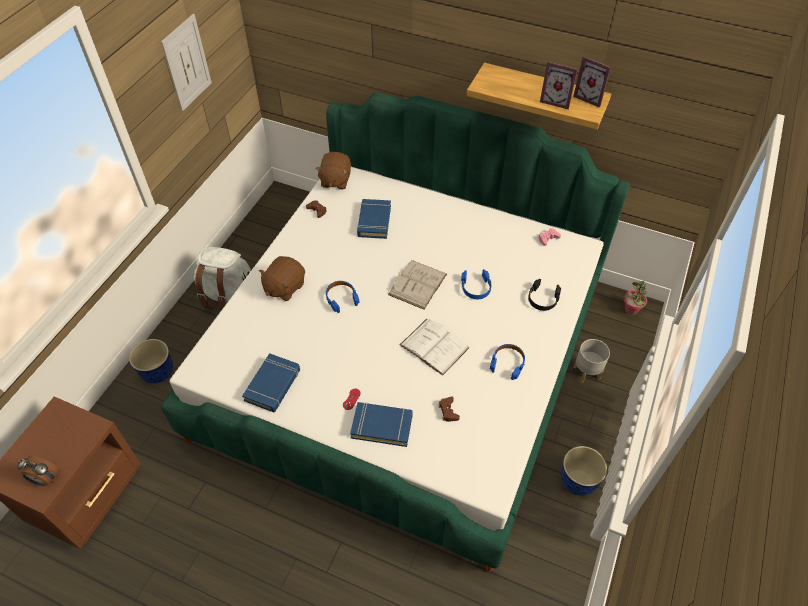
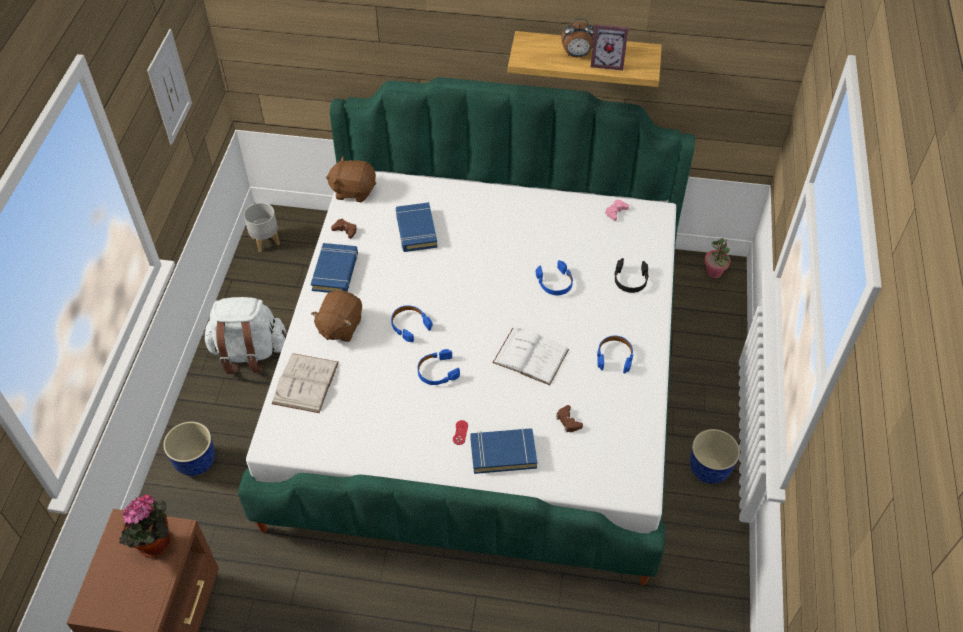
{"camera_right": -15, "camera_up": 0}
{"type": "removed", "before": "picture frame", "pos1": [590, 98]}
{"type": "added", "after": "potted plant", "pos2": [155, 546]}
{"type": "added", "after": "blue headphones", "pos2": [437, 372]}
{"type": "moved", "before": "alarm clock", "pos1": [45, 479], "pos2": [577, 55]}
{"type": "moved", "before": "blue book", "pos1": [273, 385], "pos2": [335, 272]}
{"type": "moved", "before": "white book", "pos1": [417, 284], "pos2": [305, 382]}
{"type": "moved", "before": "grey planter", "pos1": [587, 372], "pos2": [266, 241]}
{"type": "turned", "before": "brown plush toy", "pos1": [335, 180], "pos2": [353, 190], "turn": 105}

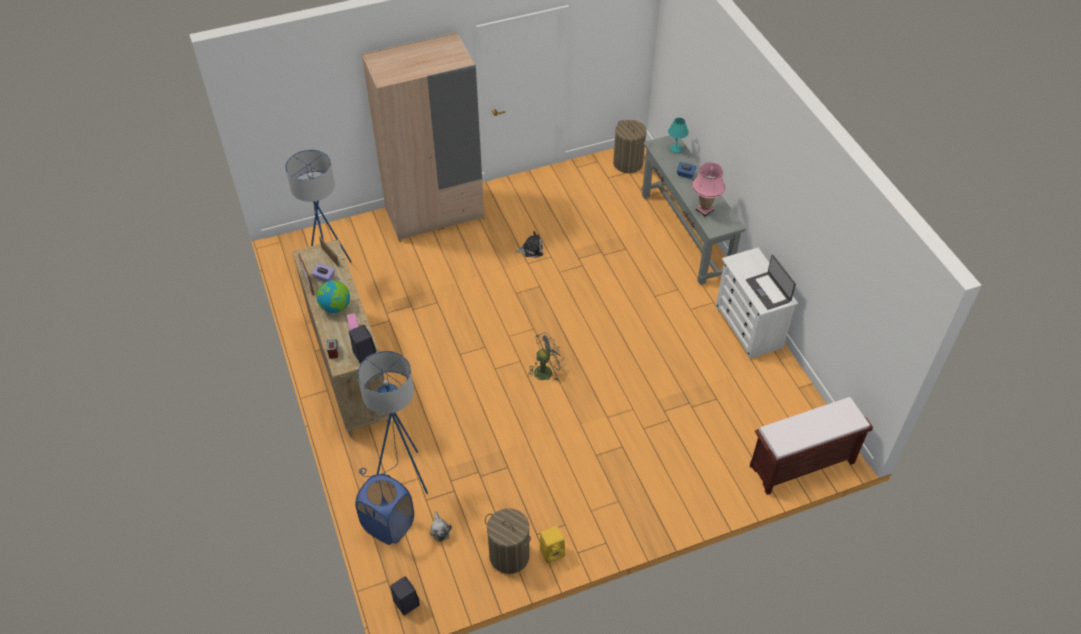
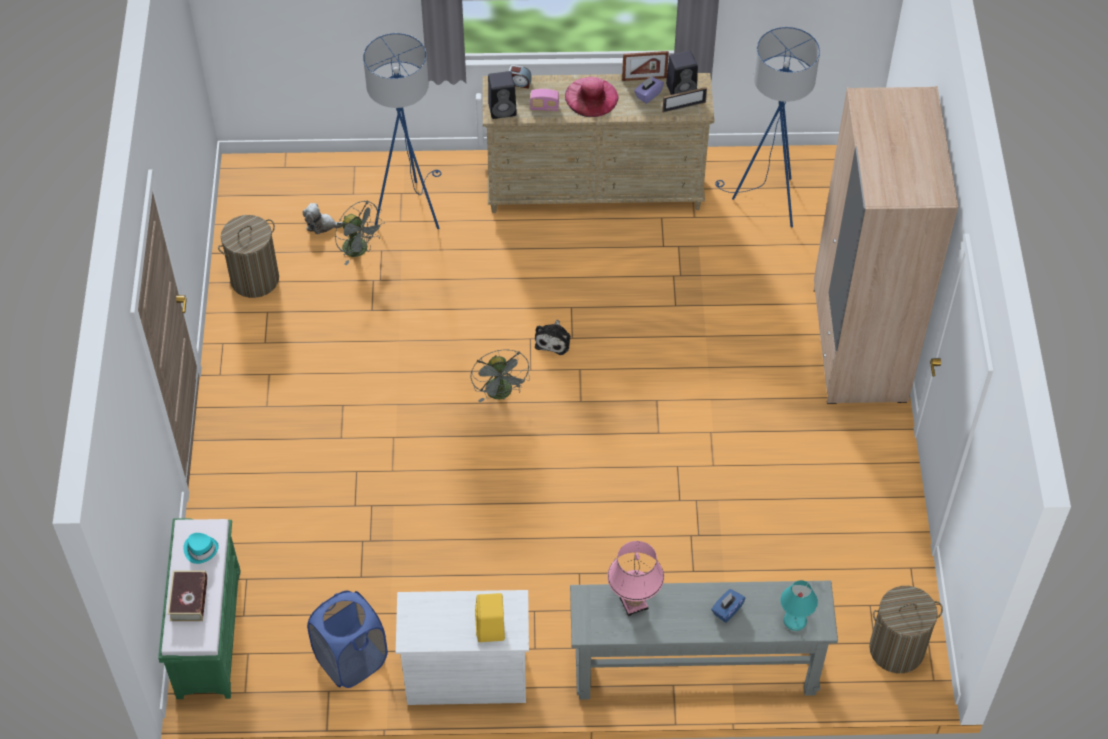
{"camera_right": 110, "camera_up": 5}
{"type": "removed", "before": "laptop", "pos1": [768, 291]}
{"type": "added", "after": "book", "pos2": [189, 599]}
{"type": "added", "after": "turquoise hat", "pos2": [201, 549]}
{"type": "added", "after": "grey fan", "pos2": [360, 250]}
{"type": "moved", "before": "blue laundry basket", "pos1": [389, 525], "pos2": [351, 660]}
{"type": "moved", "before": "black speaker", "pos1": [405, 602], "pos2": [682, 89]}
{"type": "moved", "before": "plush toy", "pos1": [531, 249], "pos2": [554, 340]}
{"type": "moved", "before": "yellow speaker", "pos1": [552, 552], "pos2": [491, 630]}
{"type": "replaced", "before": "globe", "after": "pink hat", "pos1": [335, 307], "pos2": [591, 97]}
{"type": "recoloured", "before": "brown bench", "after": "green bench", "pos1": [801, 465], "pos2": [208, 631]}

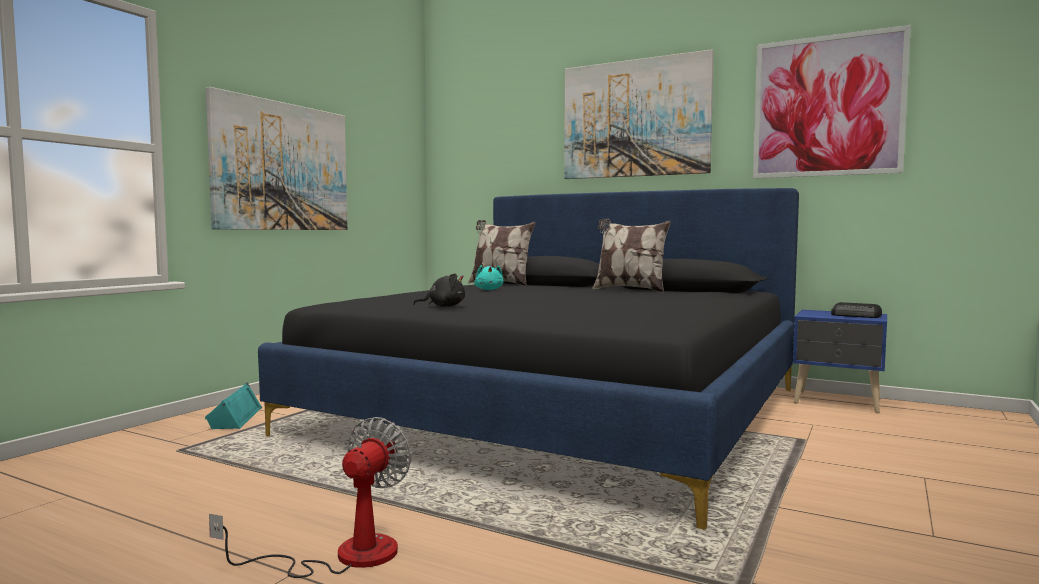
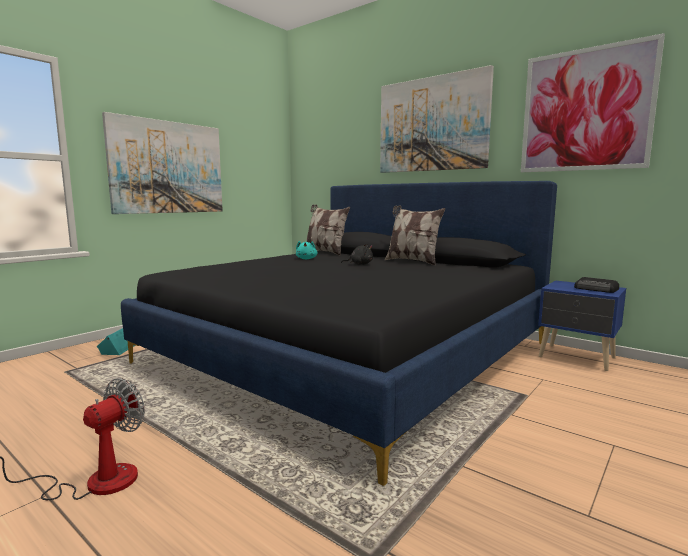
{"camera_right": 10, "camera_up": 5}
{"type": "moved", "before": "black plush toy", "pos1": [443, 306], "pos2": [359, 264]}

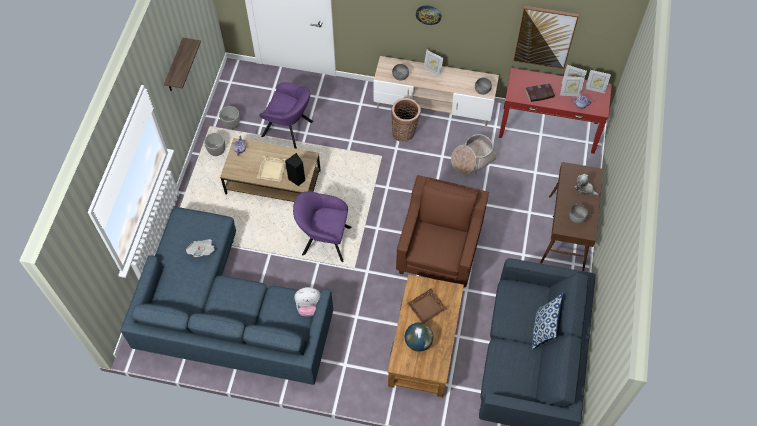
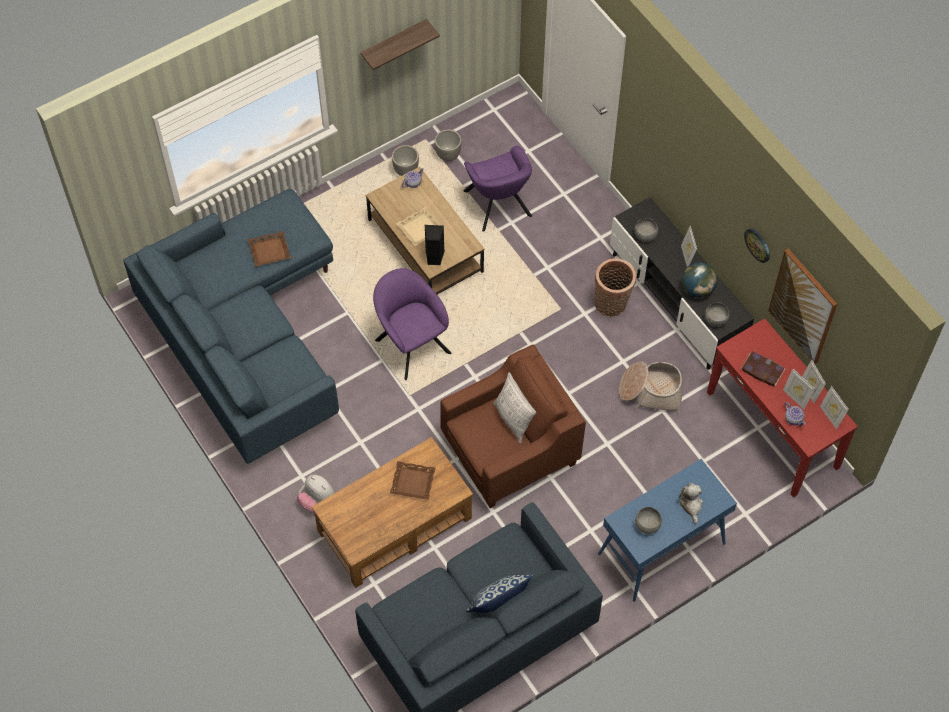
{"camera_right": 45, "camera_up": 0}
{"type": "added", "after": "pillow", "pos2": [513, 420]}
{"type": "moved", "before": "plush toy", "pos1": [308, 306], "pos2": [317, 501]}
{"type": "moved", "before": "globe", "pos1": [418, 342], "pos2": [697, 289]}
{"type": "moved", "before": "wall clock", "pos1": [428, 14], "pos2": [758, 244]}
{"type": "replaced", "before": "newspaper", "after": "brown tray", "pos1": [202, 251], "pos2": [269, 251]}
{"type": "recoloured", "before": "beige tv stand", "after": "black tv stand", "pos1": [433, 106], "pos2": [675, 302]}
{"type": "recoloured", "before": "brown console table", "after": "blue console table", "pos1": [566, 233], "pos2": [661, 549]}

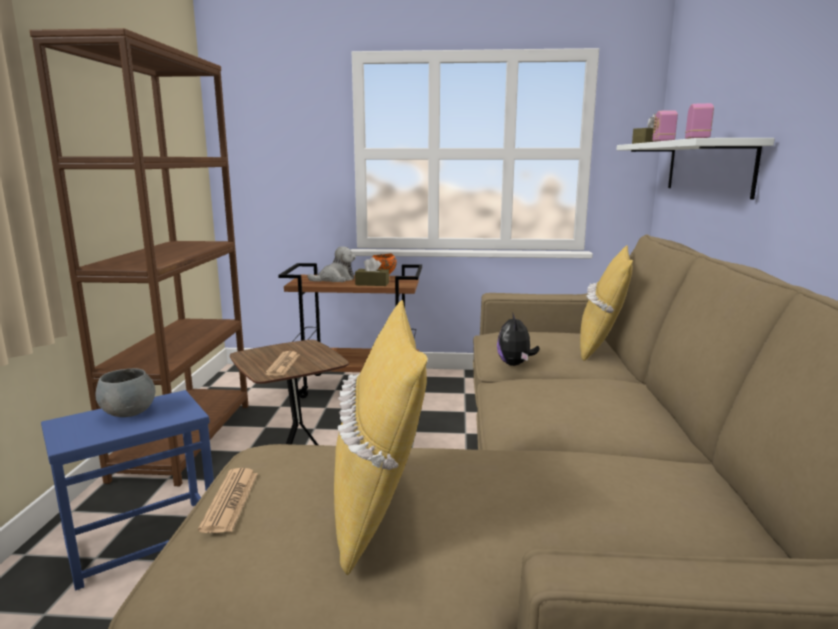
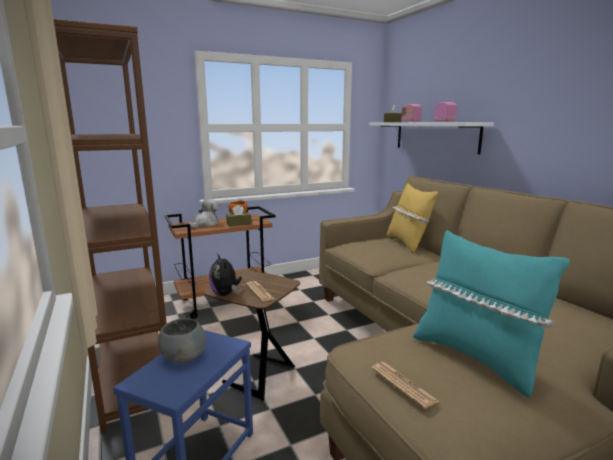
{"camera_right": -30, "camera_up": 0}
{"type": "moved", "before": "plush toy", "pos1": [515, 364], "pos2": [225, 294]}
{"type": "recoloured", "before": "yellow pillow", "after": "turquoise pillow", "pos1": [378, 504], "pos2": [475, 357]}

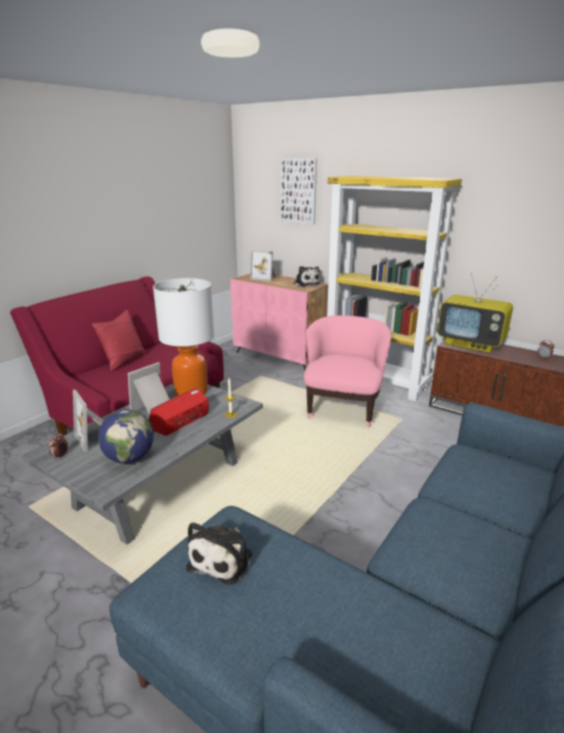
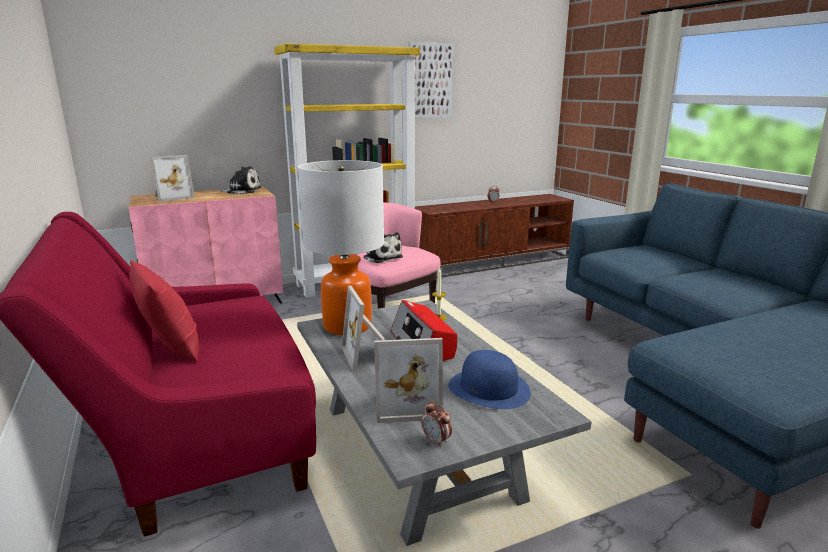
{"camera_right": -60, "camera_up": -5}
{"type": "removed", "before": "television", "pos1": [471, 344]}
{"type": "moved", "before": "plush toy", "pos1": [223, 559], "pos2": [381, 257]}
{"type": "moved", "before": "picture", "pos1": [298, 191], "pos2": [430, 81]}
{"type": "replaced", "before": "globe", "after": "blue hat", "pos1": [129, 458], "pos2": [489, 388]}

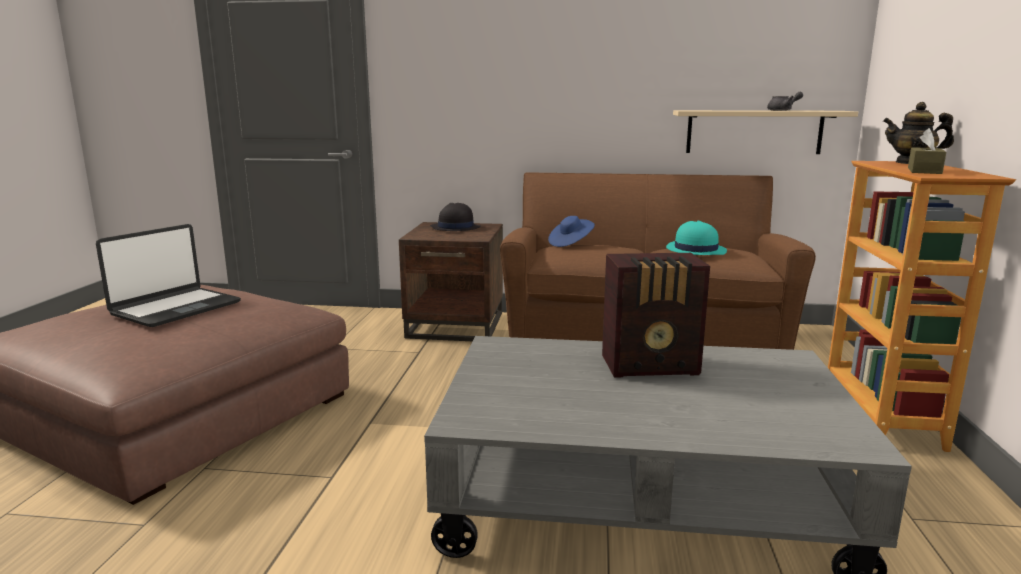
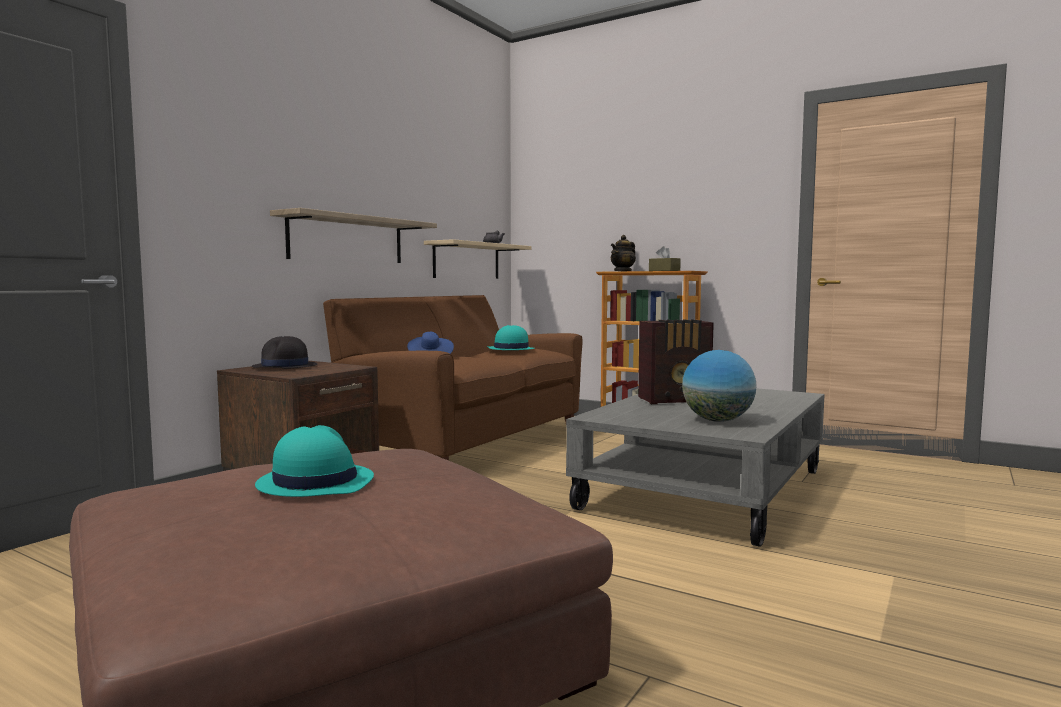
{"camera_right": -65, "camera_up": -10}
{"type": "added", "after": "shelf", "pos2": [347, 239]}
{"type": "added", "after": "globe", "pos2": [717, 420]}
{"type": "replaced", "before": "laptop", "after": "turquoise hat", "pos1": [175, 308], "pos2": [315, 482]}
{"type": "turned", "before": "radio", "pos1": [652, 366], "pos2": [675, 400], "turn": 60}

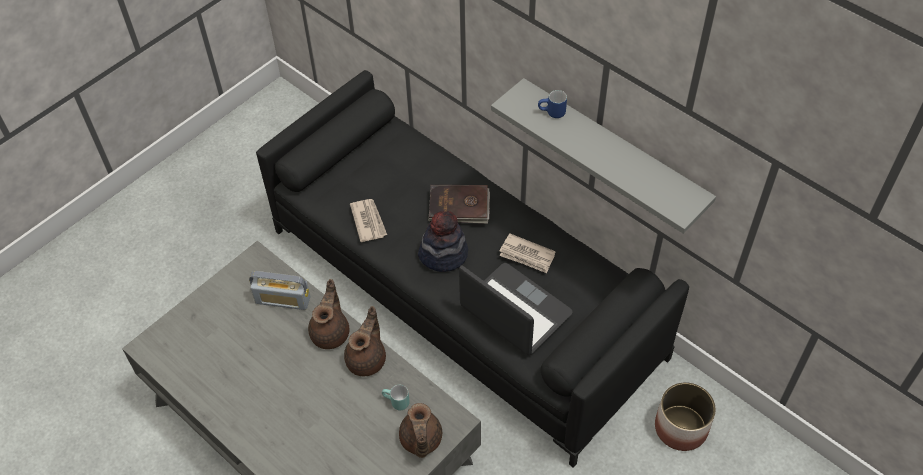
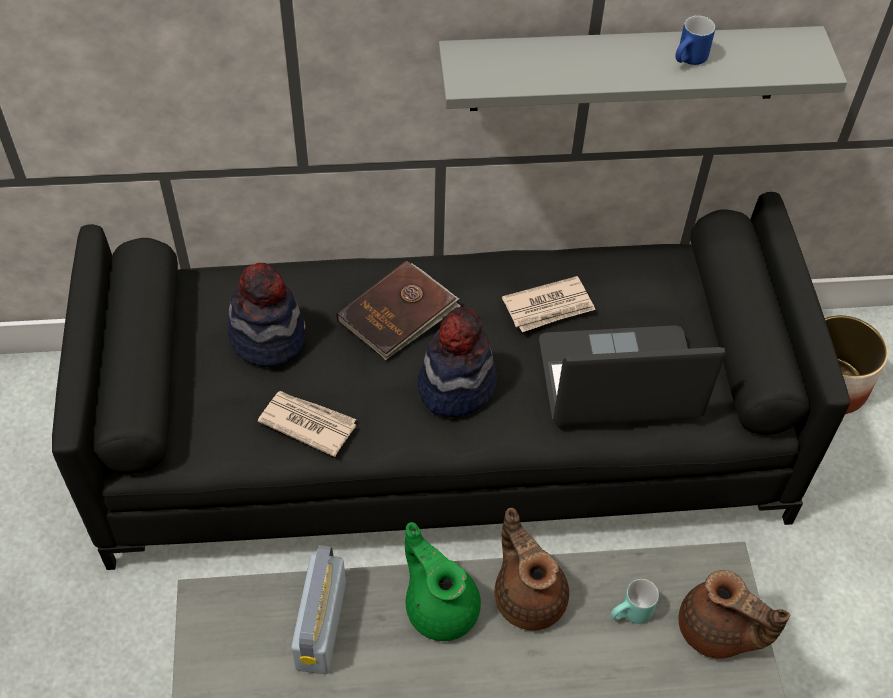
{"camera_right": -50, "camera_up": 0}
{"type": "added", "after": "hat", "pos2": [268, 337]}
{"type": "moved", "before": "blue mug", "pos1": [552, 113], "pos2": [690, 61]}
{"type": "recoloured", "before": "brown teapot", "after": "green teapot", "pos1": [331, 332], "pos2": [440, 606]}
{"type": "turned", "before": "radio", "pos1": [283, 300], "pos2": [321, 625], "turn": 135}

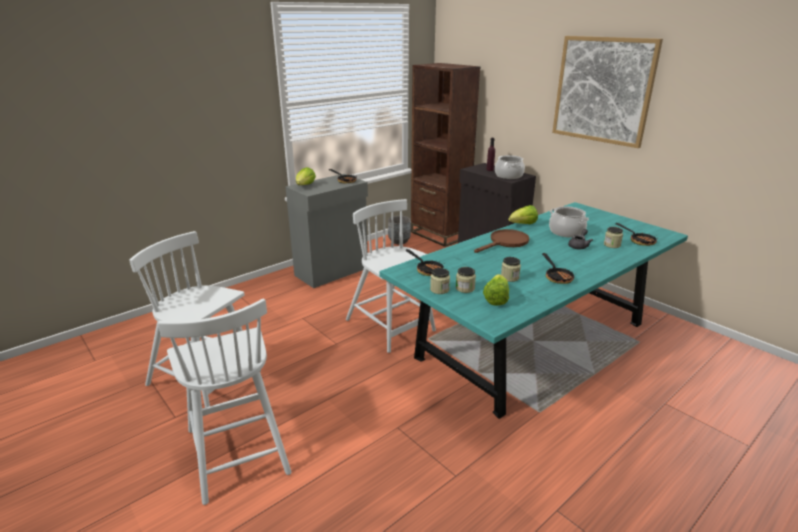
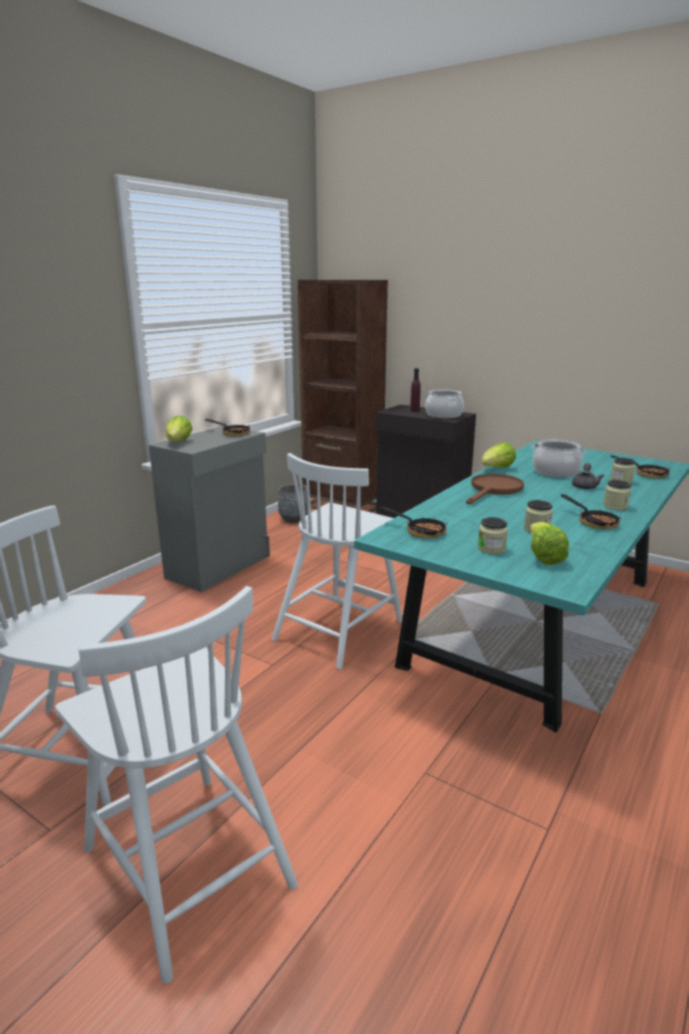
{"camera_right": -15, "camera_up": -5}
{"type": "removed", "before": "picture", "pos1": [603, 90]}
{"type": "moved", "before": "jar", "pos1": [439, 289], "pos2": [615, 506]}
{"type": "turned", "before": "white chair", "pos1": [390, 326], "pos2": [339, 629], "turn": -90}

